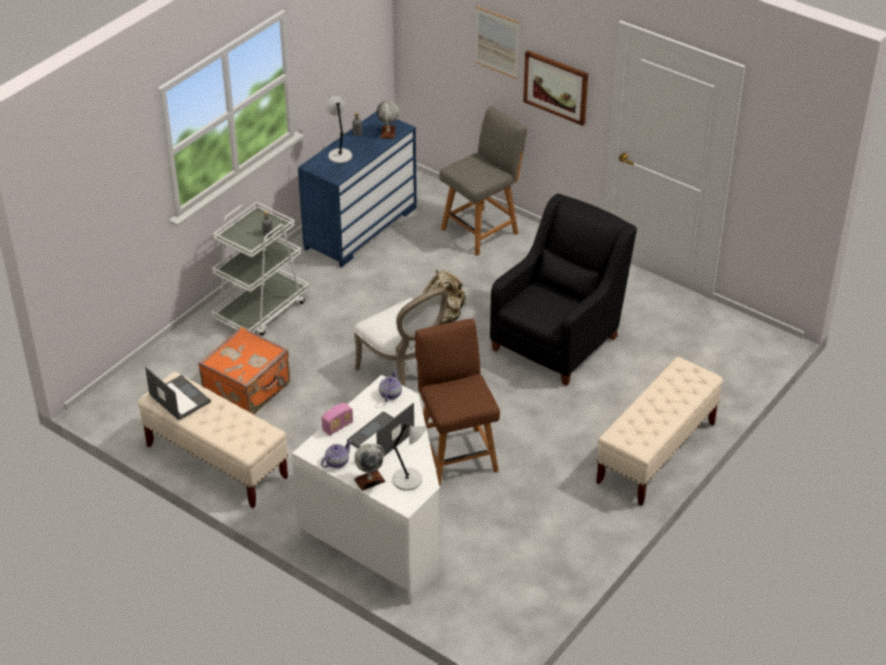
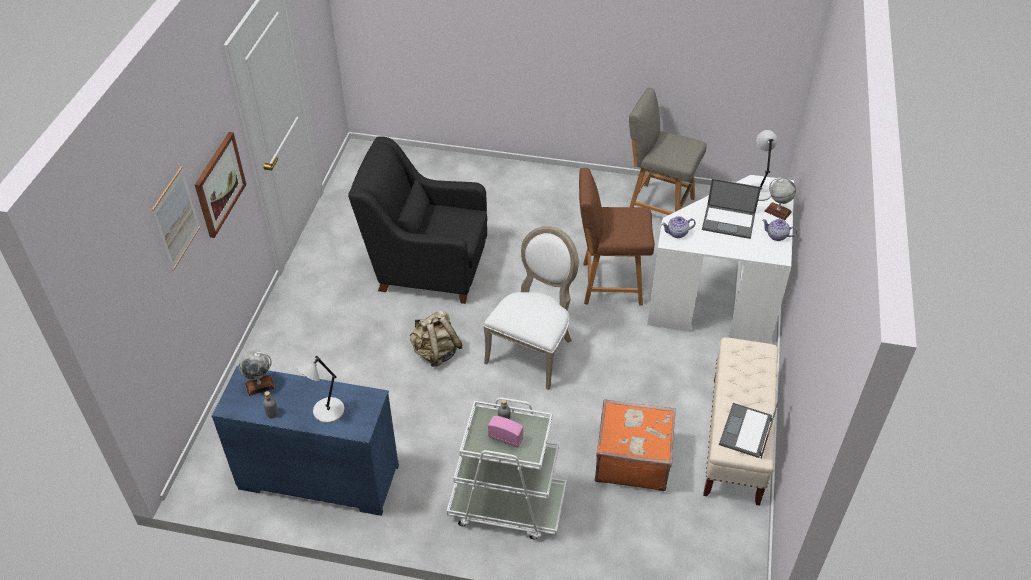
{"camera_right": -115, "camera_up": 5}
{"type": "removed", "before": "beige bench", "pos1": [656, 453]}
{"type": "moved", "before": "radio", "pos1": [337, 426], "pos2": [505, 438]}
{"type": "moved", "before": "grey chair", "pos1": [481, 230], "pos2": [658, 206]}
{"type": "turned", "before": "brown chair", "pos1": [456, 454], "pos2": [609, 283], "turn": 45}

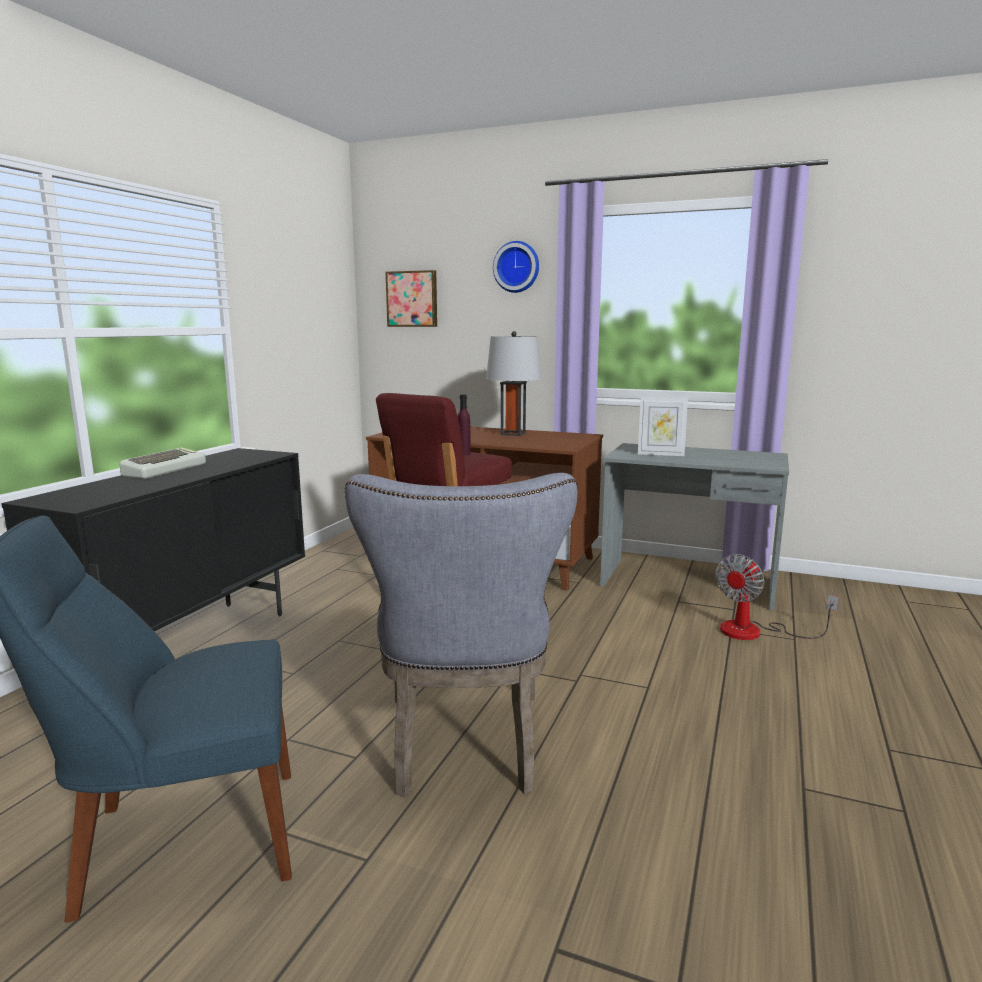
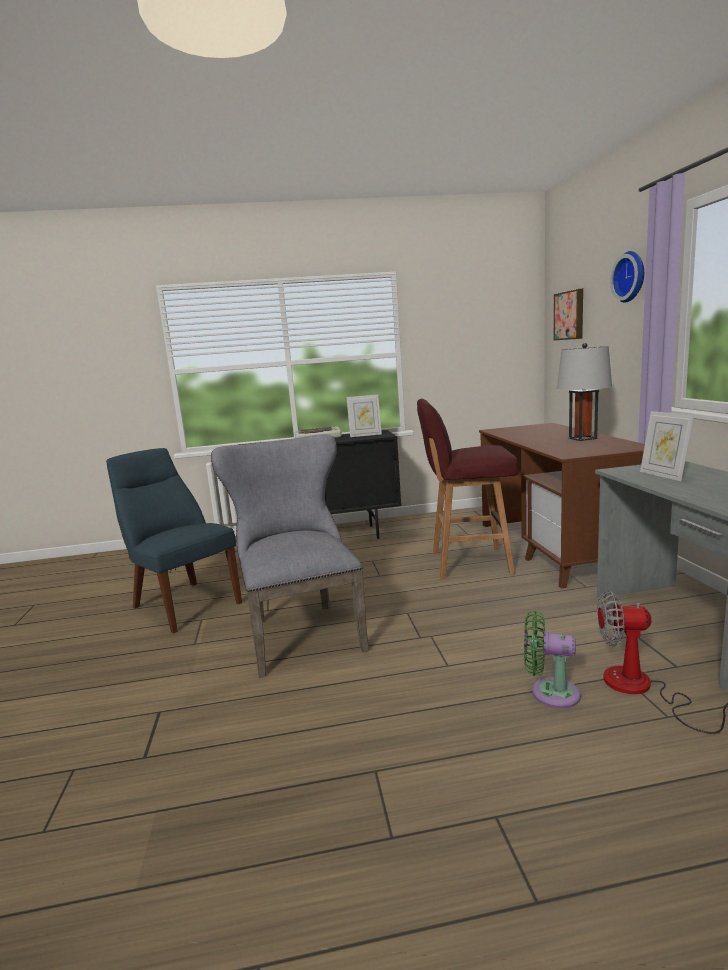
{"camera_right": 60, "camera_up": 0}
{"type": "removed", "before": "purple bottle", "pos1": [463, 454]}
{"type": "added", "after": "picture frame", "pos2": [365, 435]}
{"type": "added", "after": "green fan", "pos2": [549, 692]}
{"type": "turned", "before": "grey chair", "pos1": [465, 749], "pos2": [301, 632], "turn": 105}

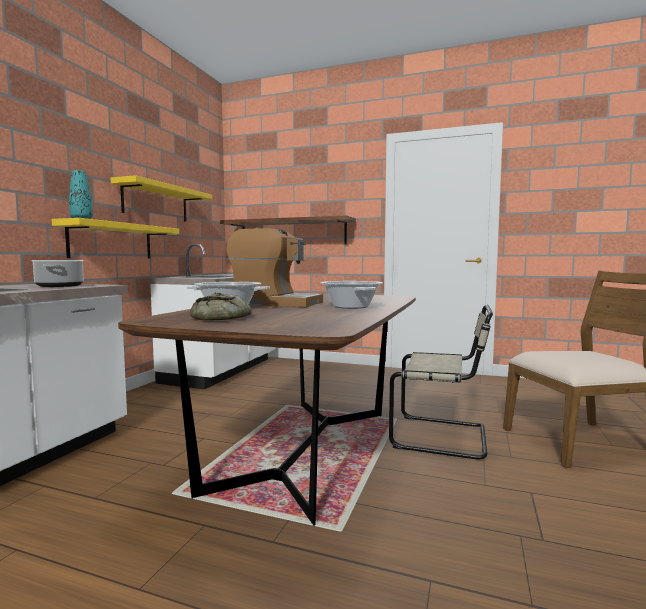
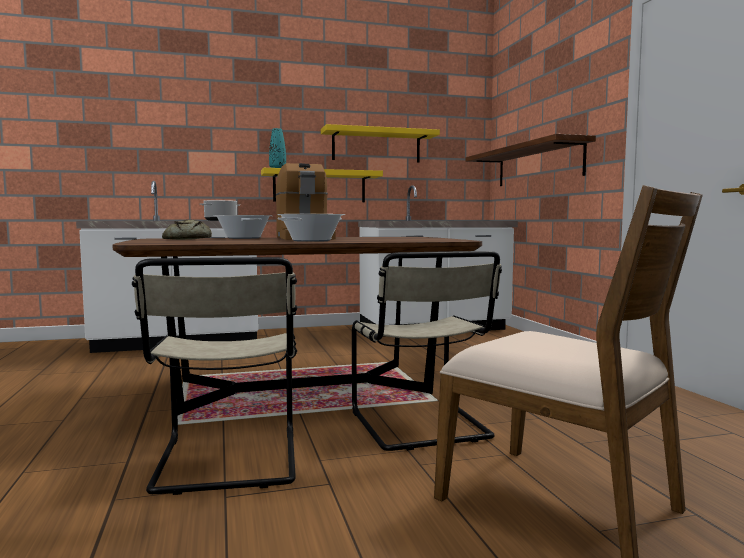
{"camera_right": 55, "camera_up": 0}
{"type": "added", "after": "beige chair", "pos2": [227, 463]}

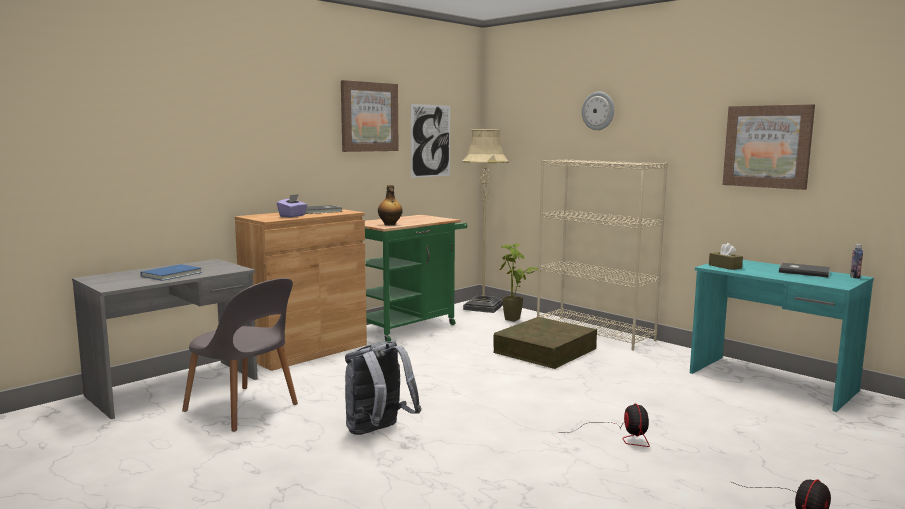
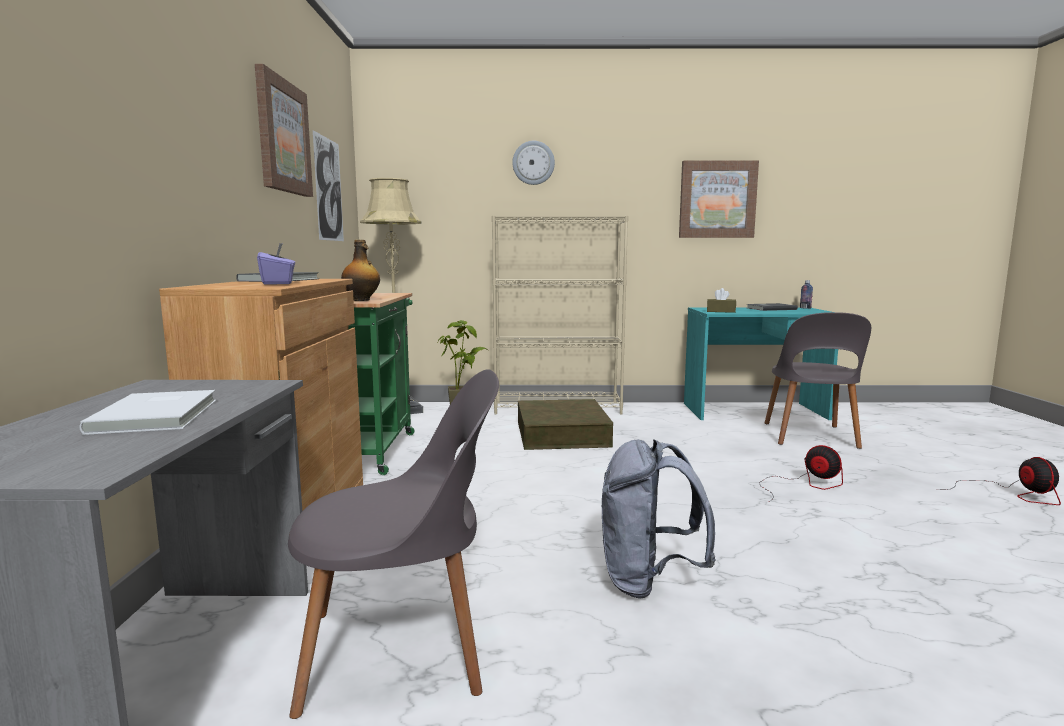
{"camera_right": -45, "camera_up": 0}
{"type": "added", "after": "grey chair", "pos2": [810, 436]}
{"type": "recoloured", "before": "blue book", "after": "white book", "pos1": [173, 274], "pos2": [160, 415]}

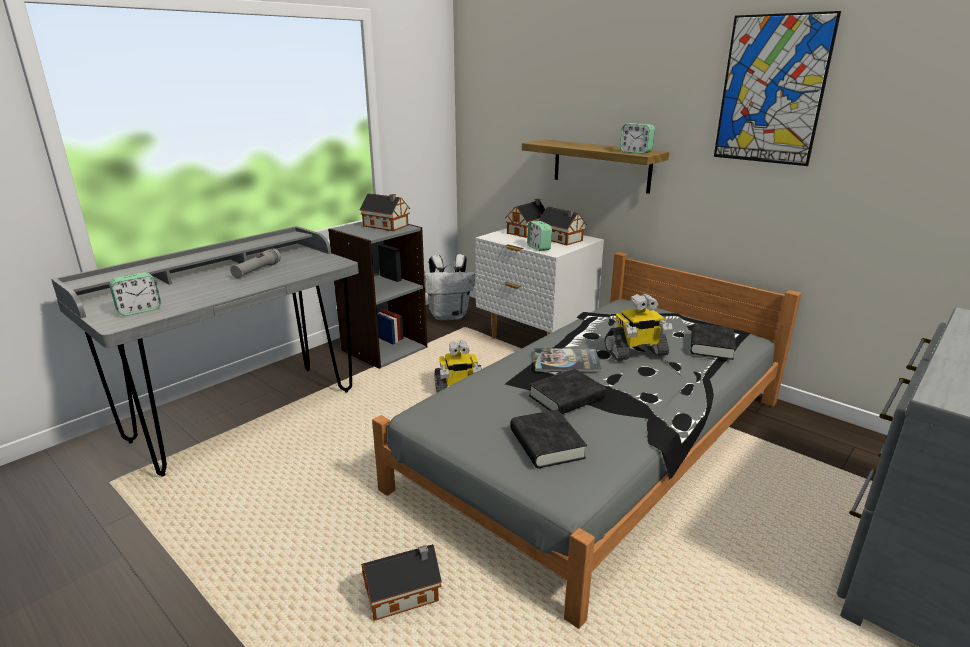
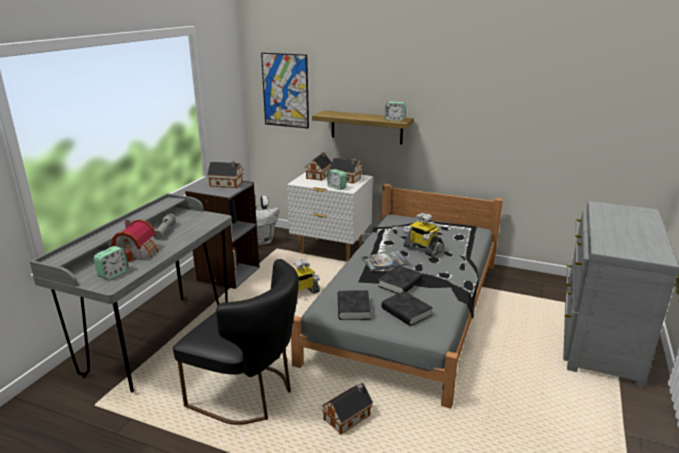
{"camera_right": -20, "camera_up": 0}
{"type": "added", "after": "toy house", "pos2": [139, 252]}
{"type": "added", "after": "black chair", "pos2": [248, 394]}
{"type": "moved", "before": "black book", "pos1": [711, 346], "pos2": [353, 308]}
{"type": "moved", "before": "picture", "pos1": [771, 90], "pos2": [285, 90]}
{"type": "turned", "before": "toy robot", "pos1": [636, 352], "pos2": [422, 249], "turn": 75}

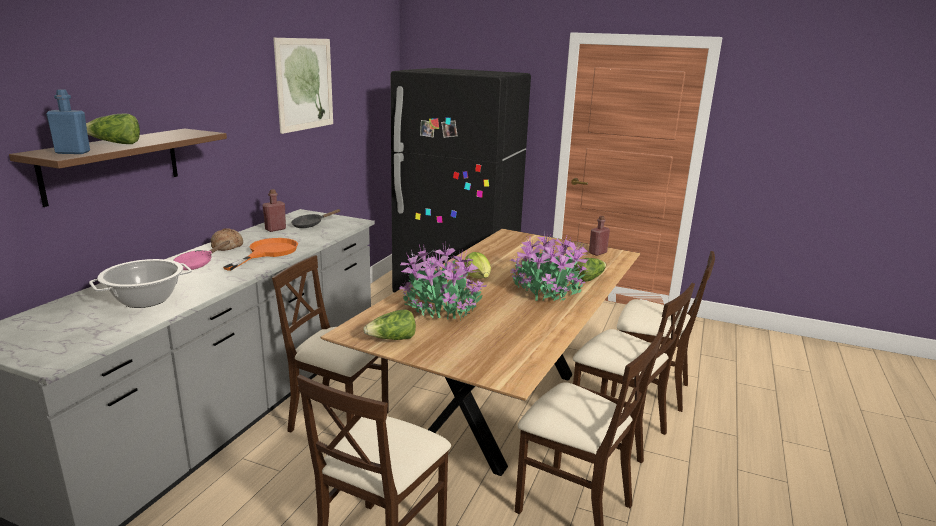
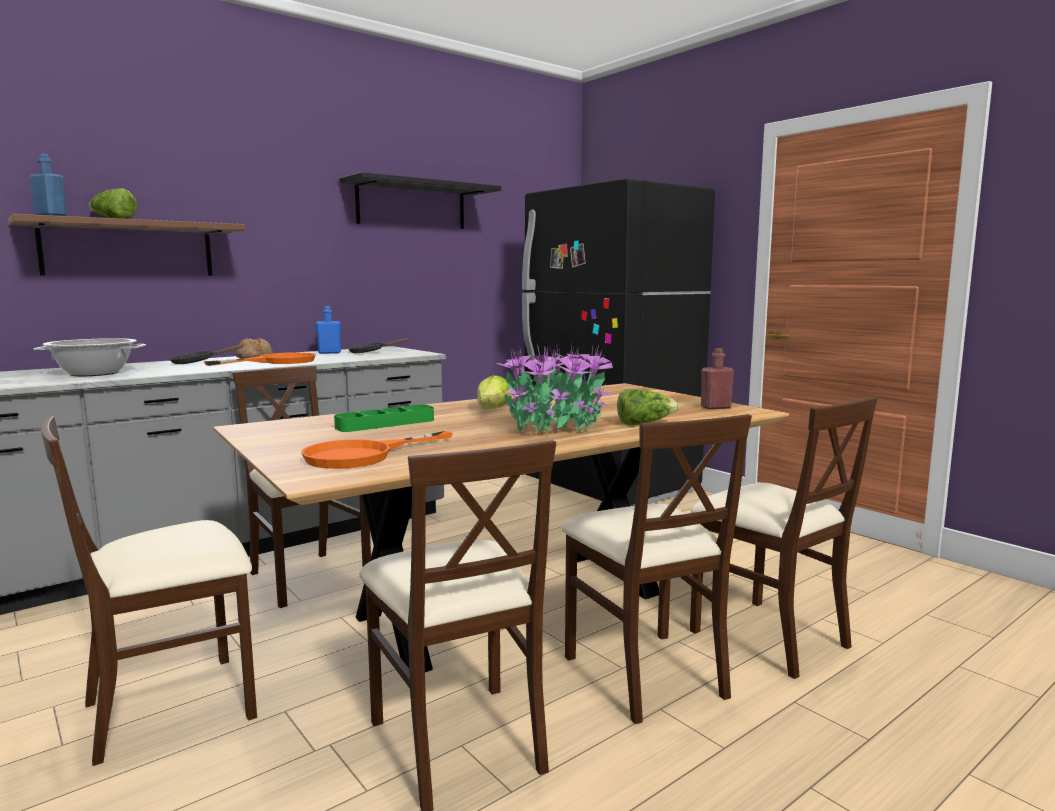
{"camera_right": 30, "camera_up": -10}
{"type": "removed", "before": "lettuce", "pos1": [392, 339]}
{"type": "added", "after": "orange frying pan", "pos2": [362, 455]}
{"type": "replaced", "before": "picture", "after": "black shelf", "pos1": [305, 84], "pos2": [411, 205]}
{"type": "replaced", "before": "potted plant", "after": "green tray", "pos1": [440, 308], "pos2": [385, 424]}
{"type": "recoloured", "before": "pink frying pan", "after": "black frying pan", "pos1": [197, 264], "pos2": [197, 362]}
{"type": "recoloured", "before": "red bottle", "after": "blue bottle", "pos1": [275, 229], "pos2": [329, 353]}

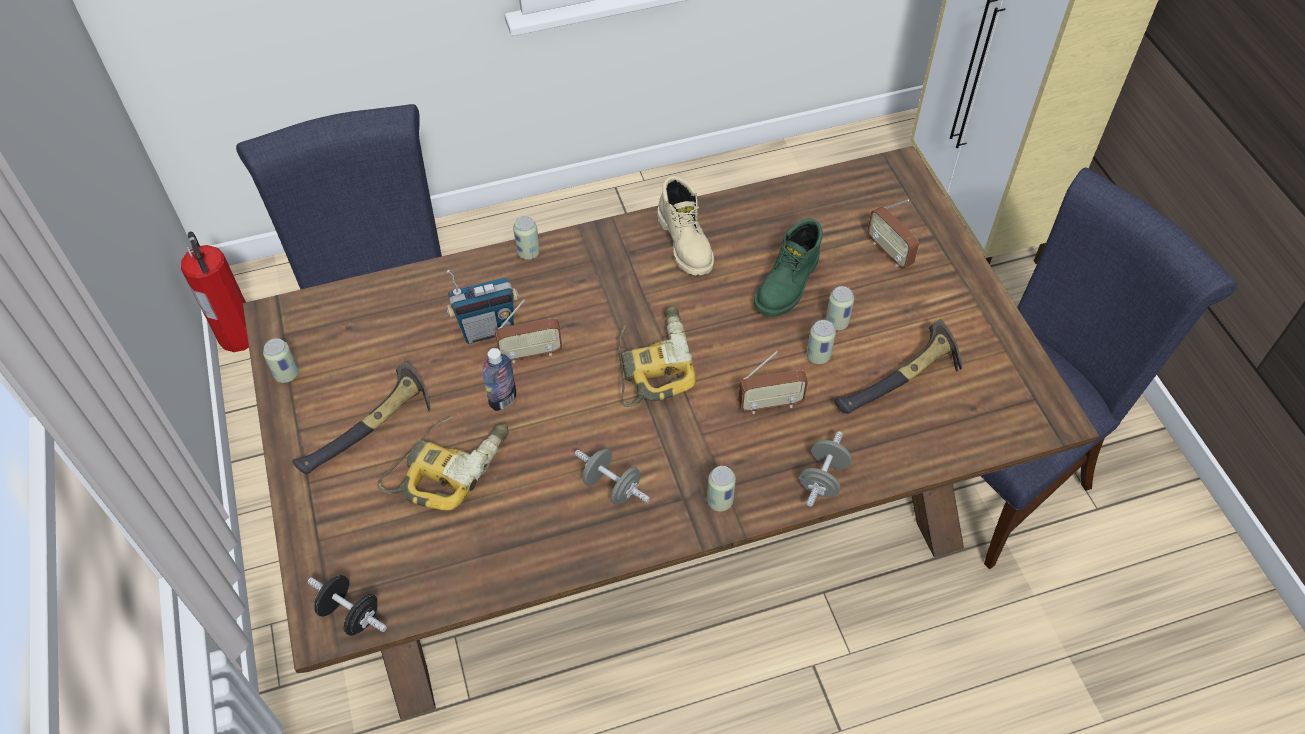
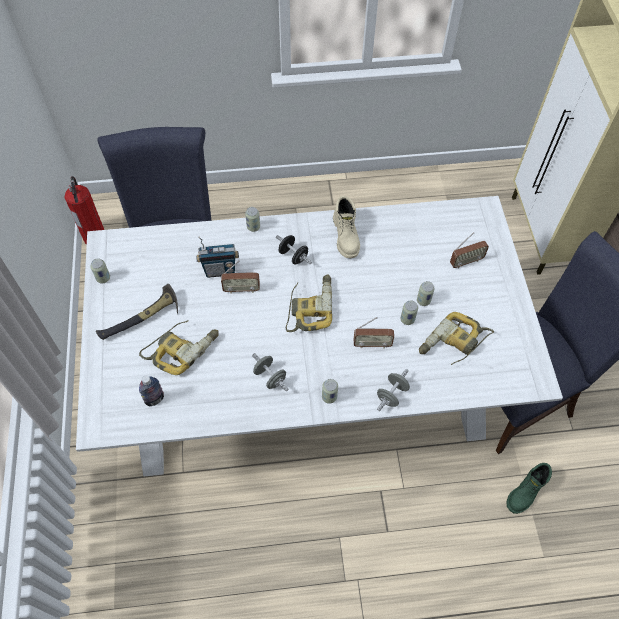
{"camera_right": 10, "camera_up": 5}
{"type": "moved", "before": "black dumbbell", "pos1": [351, 614], "pos2": [293, 256]}
{"type": "moved", "before": "bottle", "pos1": [503, 400], "pos2": [155, 399]}
{"type": "moved", "before": "green boot", "pos1": [788, 285], "pos2": [526, 492]}
{"type": "replaced", "before": "hammer", "after": "power drill", "pos1": [902, 382], "pos2": [453, 344]}
{"type": "recoloured", "before": "brown dining table", "after": "white dining table", "pos1": [655, 513], "pos2": [309, 384]}
{"type": "turned", "before": "radio", "pos1": [889, 252], "pos2": [466, 262], "turn": -90}

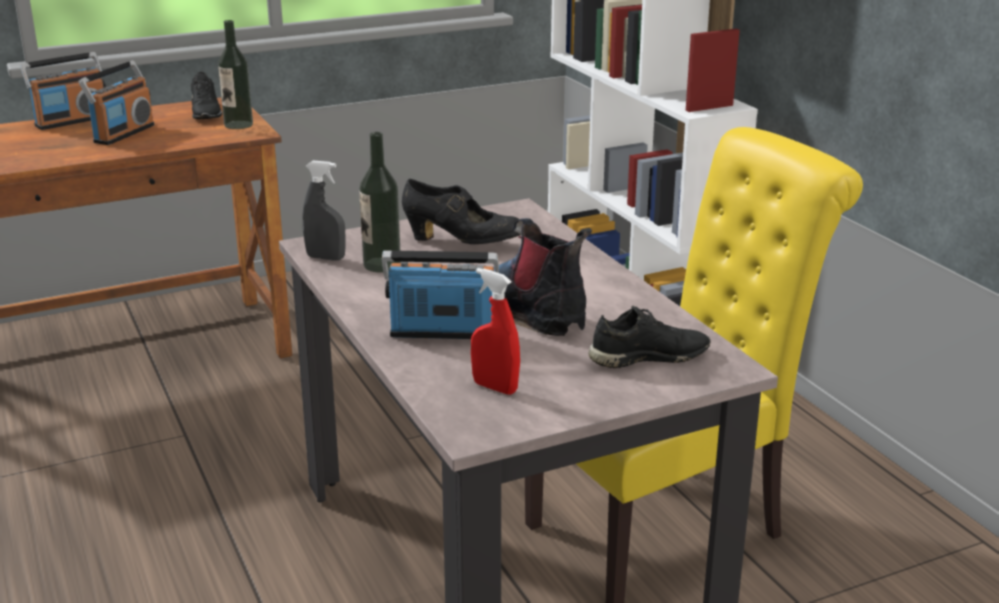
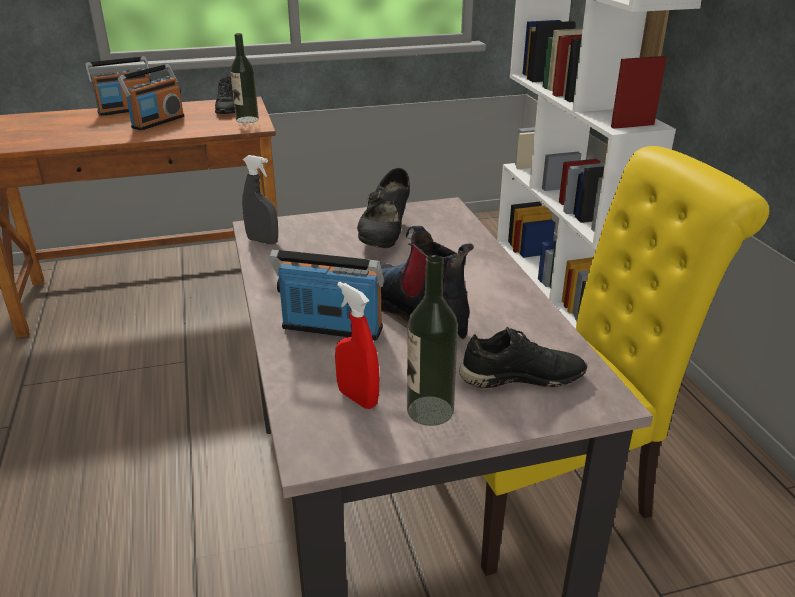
{"camera_right": 10, "camera_up": 5}
{"type": "moved", "before": "bottle", "pos1": [382, 265], "pos2": [430, 410]}
{"type": "turned", "before": "black shoe", "pos1": [462, 242], "pos2": [385, 235], "turn": 75}

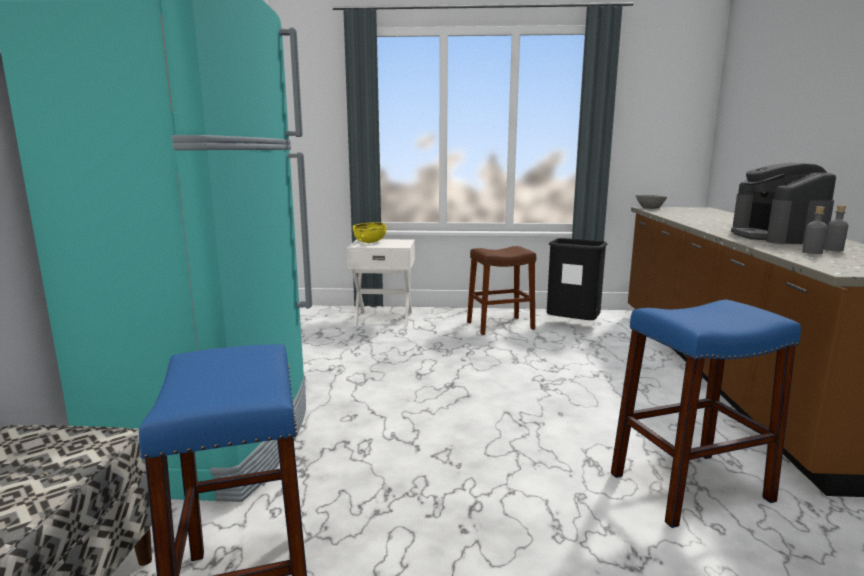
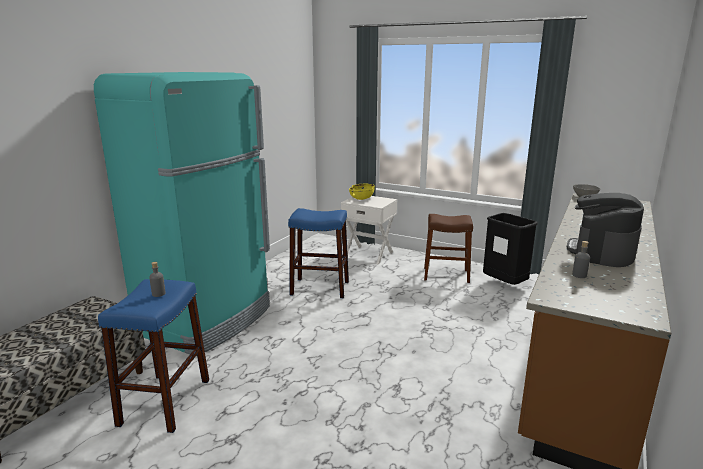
{"camera_right": 25, "camera_up": 5}
{"type": "moved", "before": "blue stool", "pos1": [690, 487], "pos2": [320, 288]}
{"type": "moved", "before": "grey bottle", "pos1": [833, 249], "pos2": [158, 294]}

